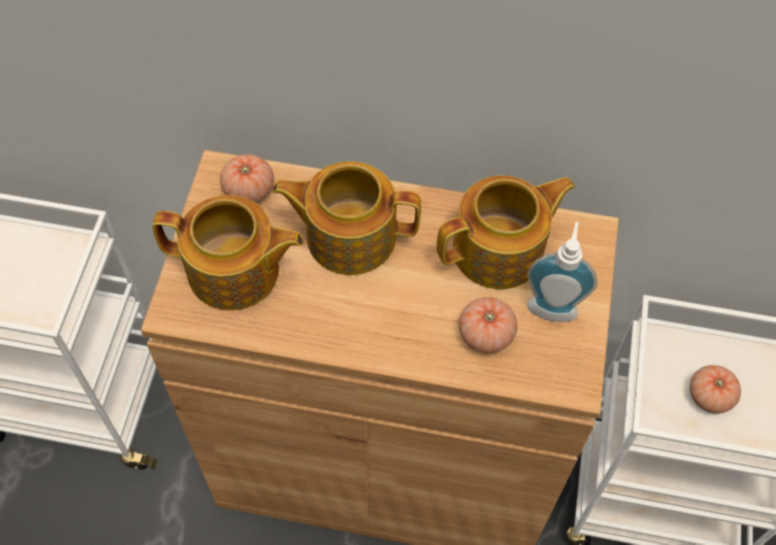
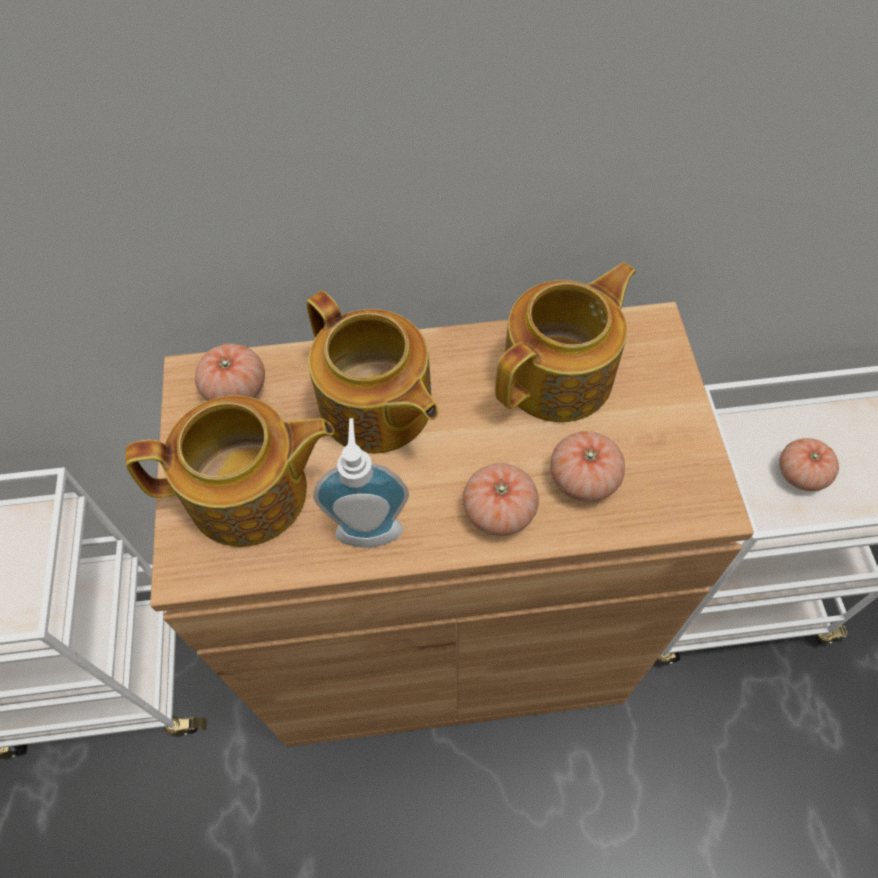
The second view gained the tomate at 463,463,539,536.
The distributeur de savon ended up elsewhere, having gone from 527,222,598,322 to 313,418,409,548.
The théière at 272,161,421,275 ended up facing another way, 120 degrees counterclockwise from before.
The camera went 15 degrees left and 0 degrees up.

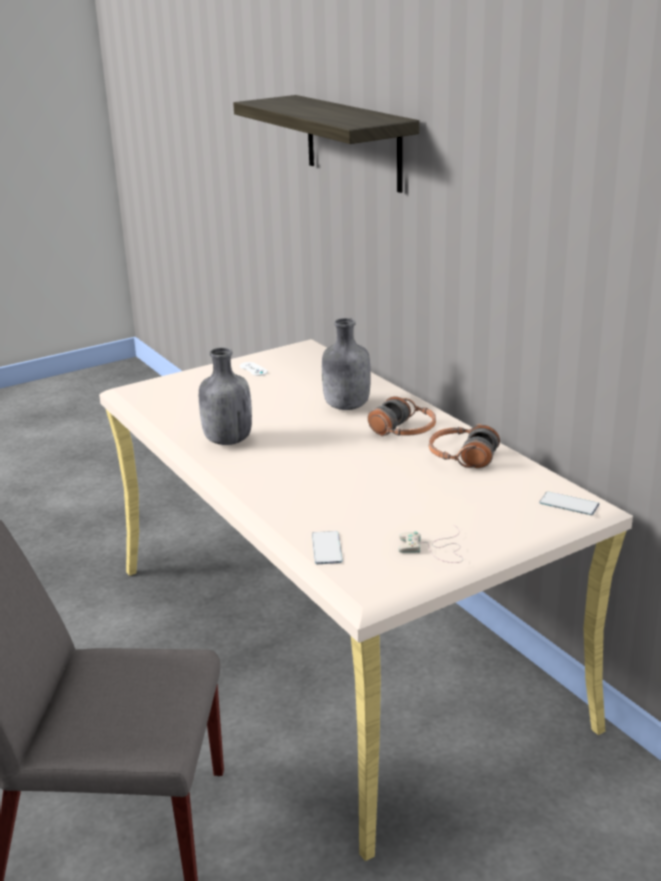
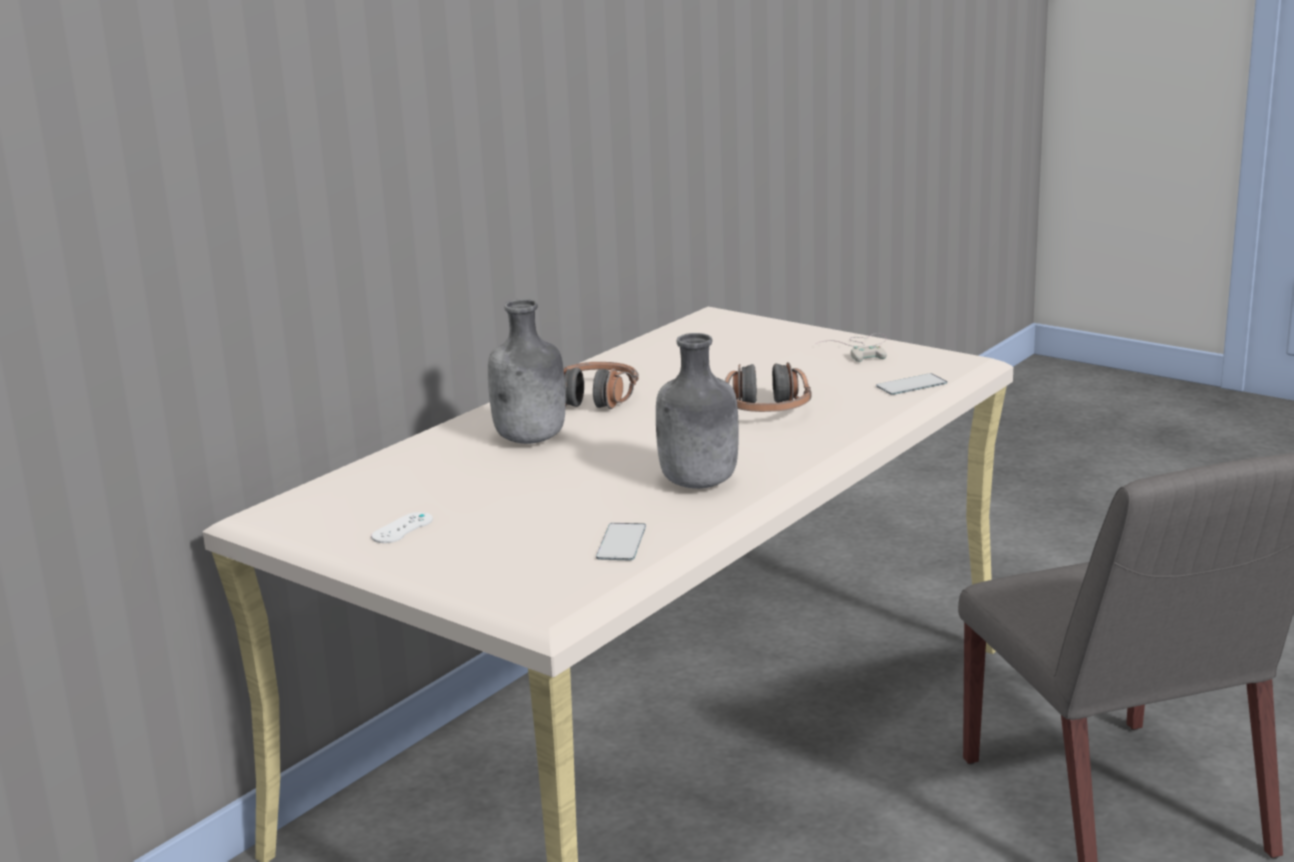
The second view lost the étagère at 233,95,419,193.
The casque audio ended up elsewhere, having gone from 429,424,500,468 to 725,362,811,412.
The téléphone ended up elsewhere, having gone from 539,492,599,515 to 596,523,646,560.
The camera went 110 degrees left and 5 degrees down.

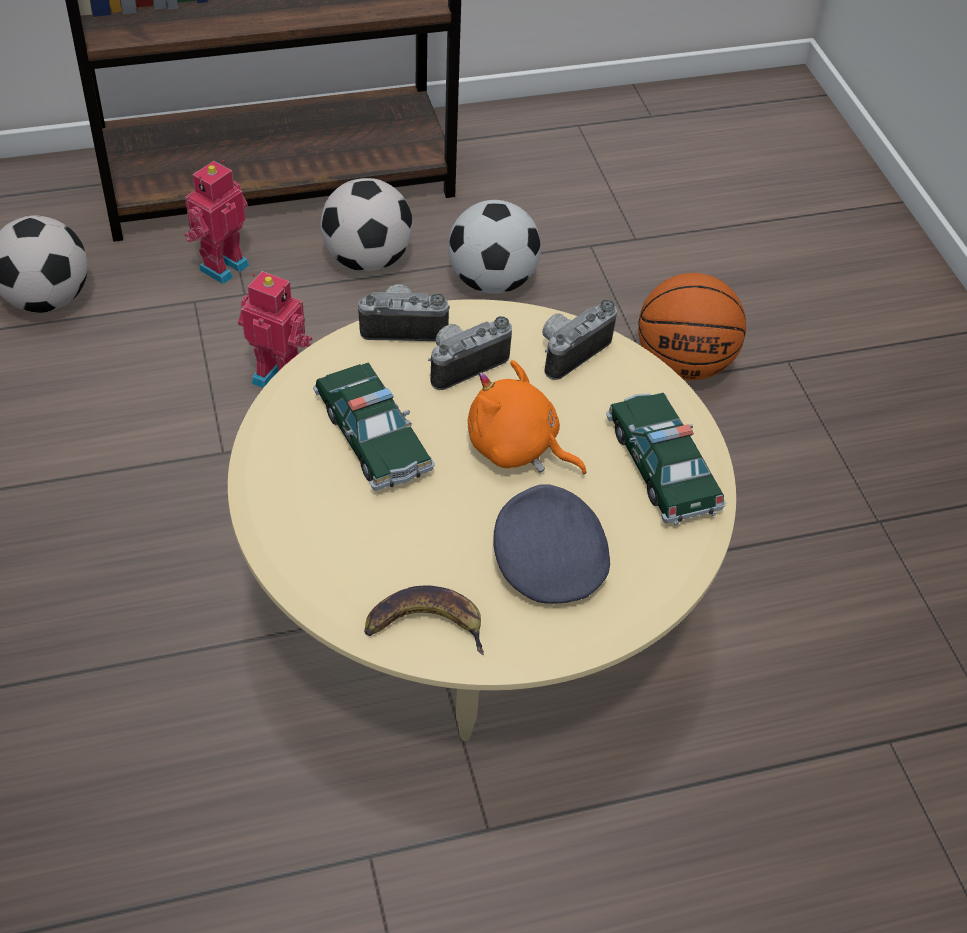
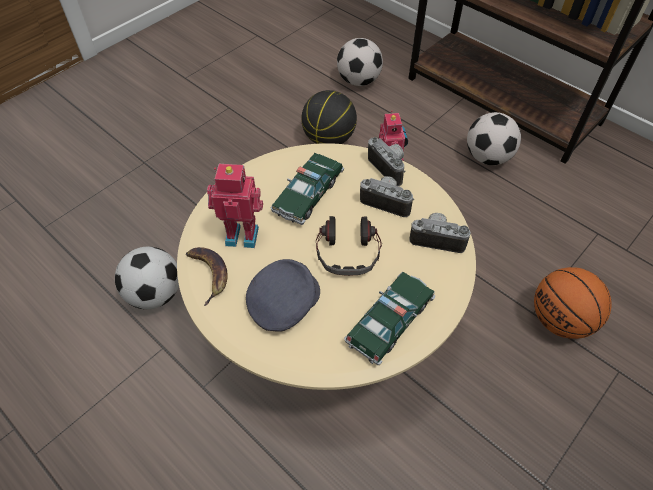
The second view gained the ballon de basket at 301,90,357,144.
The robot jouet ended up elsewhere, having gone from 184,160,249,284 to 207,164,263,248.
The ballon de foot ended up elsewhere, having gone from 448,200,541,294 to 115,247,179,309.
Where the peluche/orange stood at 468,360,586,474, the casque audio came to stand at 316,216,382,276.
The camera went 60 degrees right and 5 degrees up.

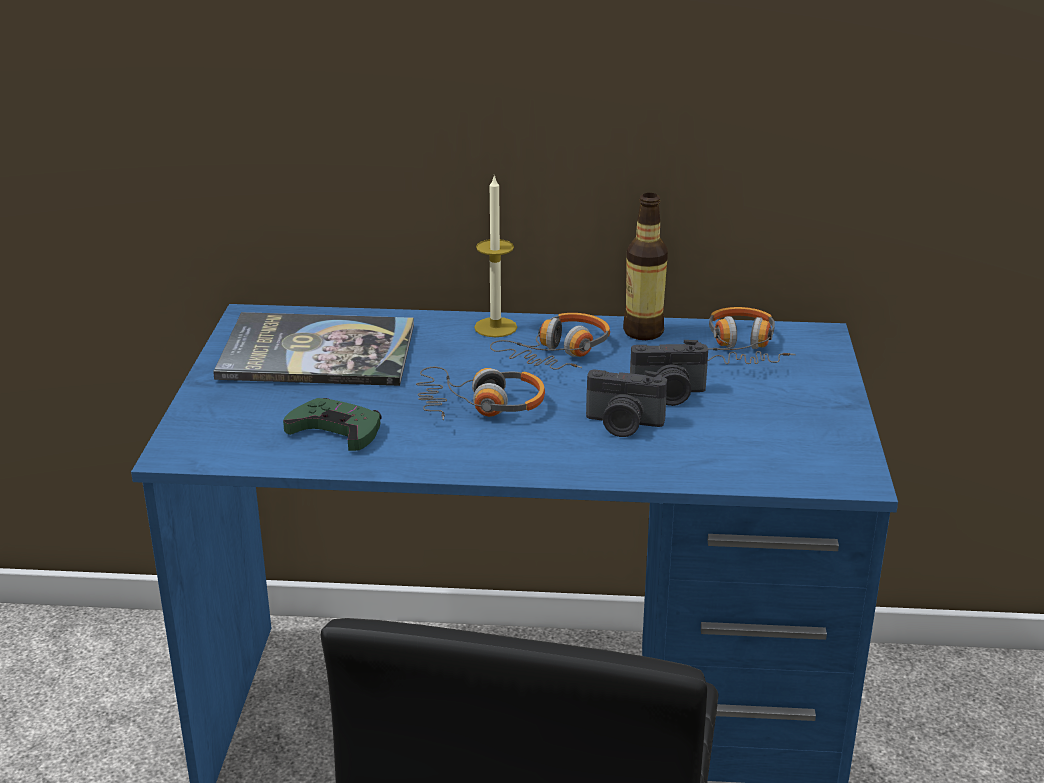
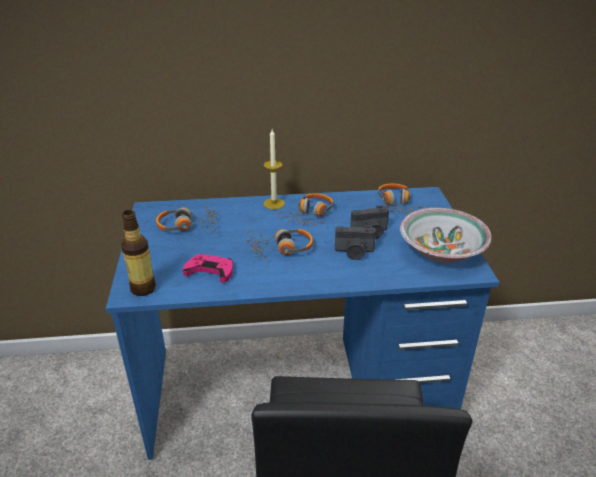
The second view gained the bol at 400,208,492,263.
The bouteille ended up elsewhere, having gone from 623,193,668,340 to 121,210,156,296.
Where the livre stood at 213,312,414,386, the casque audio came to stand at 156,205,219,232.
What was the manette/vert at 283,398,382,451 turned into the manette/rose at 183,254,233,283.
The camera went 10 degrees left and 5 degrees up.

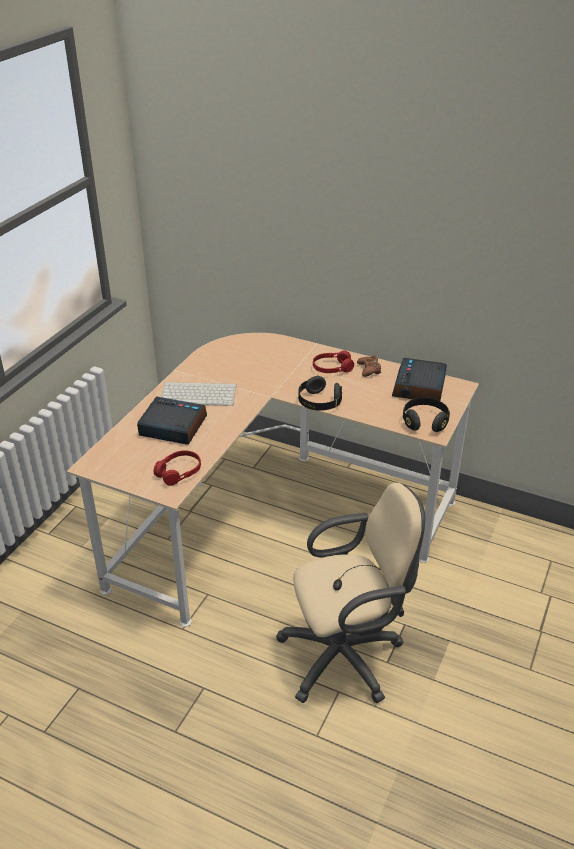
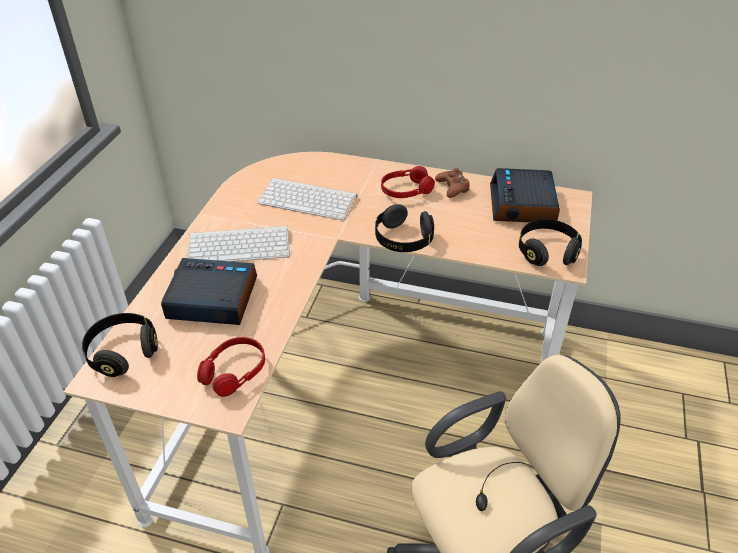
The second view gained the casque audio/noir at 82,313,158,377.
The second view gained the clavier at 257,178,357,220.
The camera went 10 degrees left and 5 degrees up.

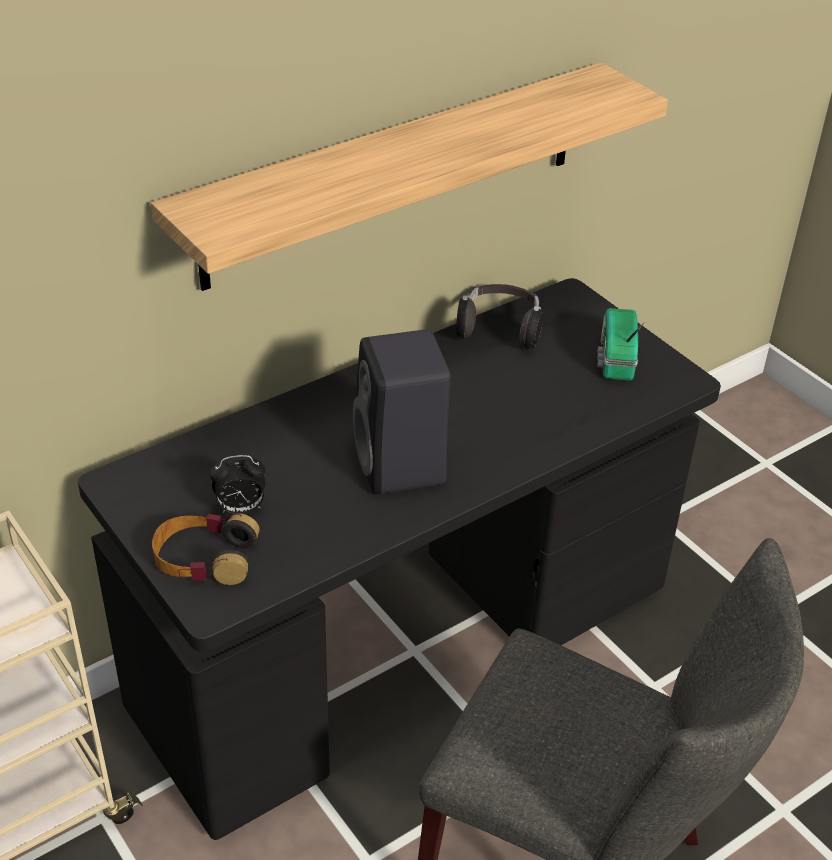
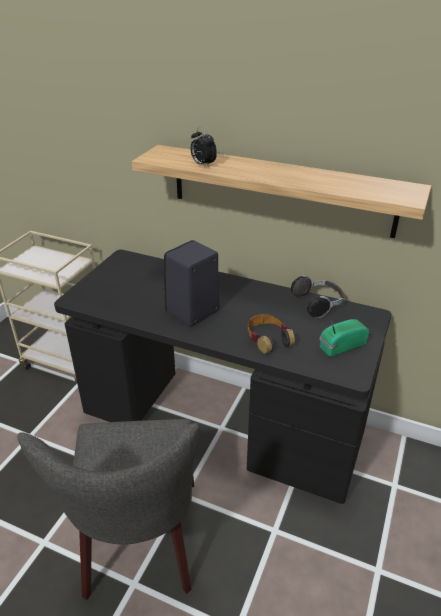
The casque audio ended up elsewhere, having gone from 152,514,260,585 to 248,314,295,354.
The réveil ended up elsewhere, having gone from 210,455,265,514 to 190,127,217,168.
The camera went 60 degrees right and 5 degrees down.

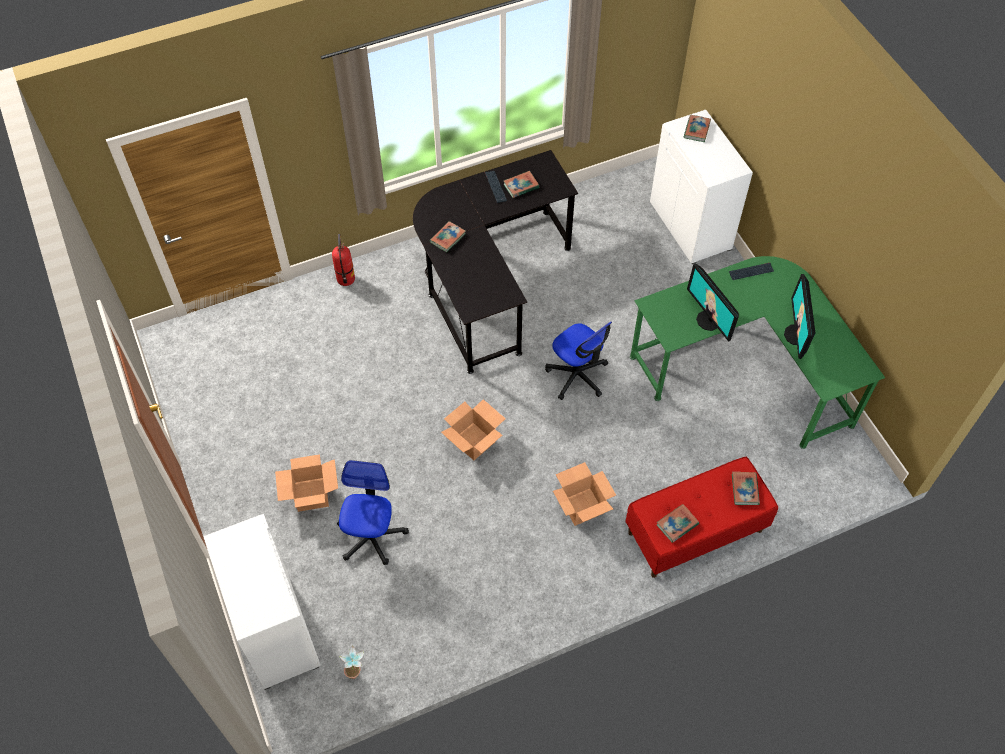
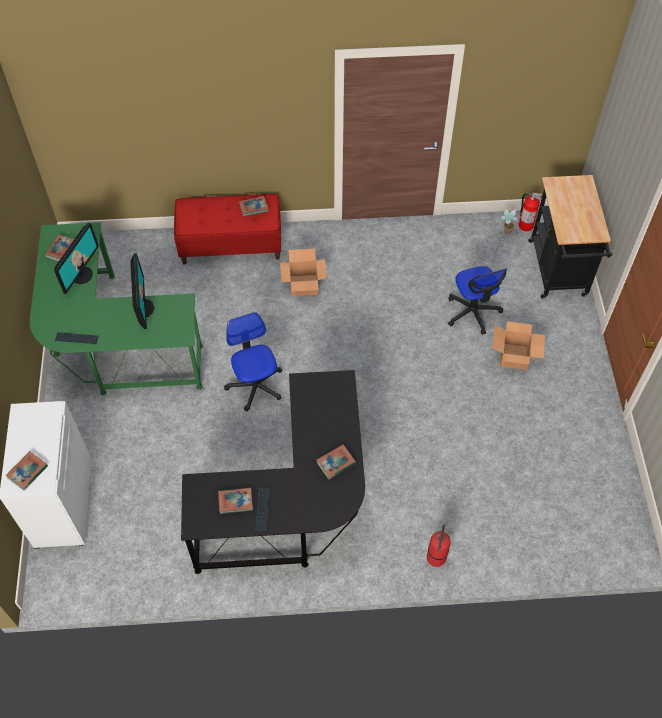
The second view lost the carton at 441,399,505,460.
The second view gained the extincteur at 519,193,543,231.
The livre ended up elsewhere, having gone from 732,472,760,505 to 44,235,74,261.
Where the meuble de rangement/blanc stood at 203,514,321,690, the chariot/noir came to stand at 528,175,612,299.
The chaise de bureau at 337,460,409,565 ended up facing another way, 45 degrees counterclockwise from before.
The camera went 160 degrees left and 0 degrees up.

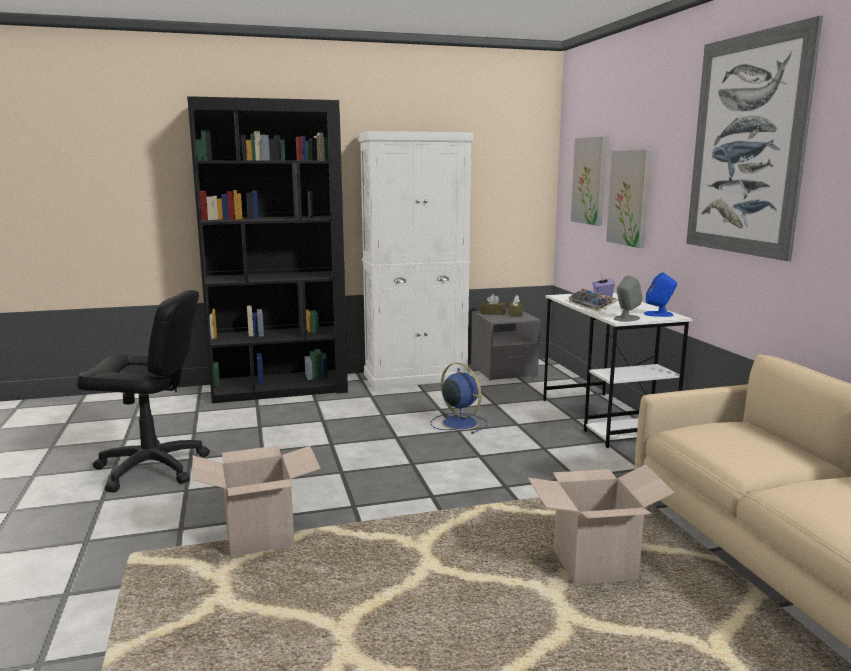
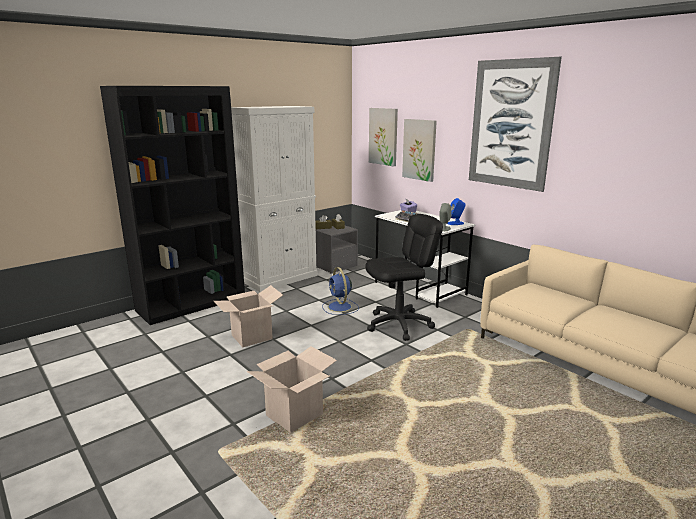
The chaise de bureau/noir ended up elsewhere, having gone from 77,290,210,492 to 365,214,443,341.
The carton ended up elsewhere, having gone from 528,465,675,585 to 214,285,283,347.
The ventilateur/bleu at 431,363,487,434 ended up facing another way, 135 degrees counterclockwise from before.
The camera went 25 degrees left and 5 degrees up.

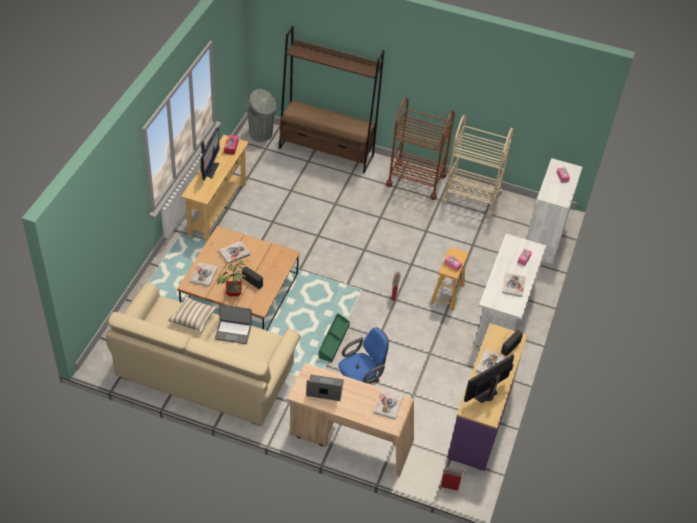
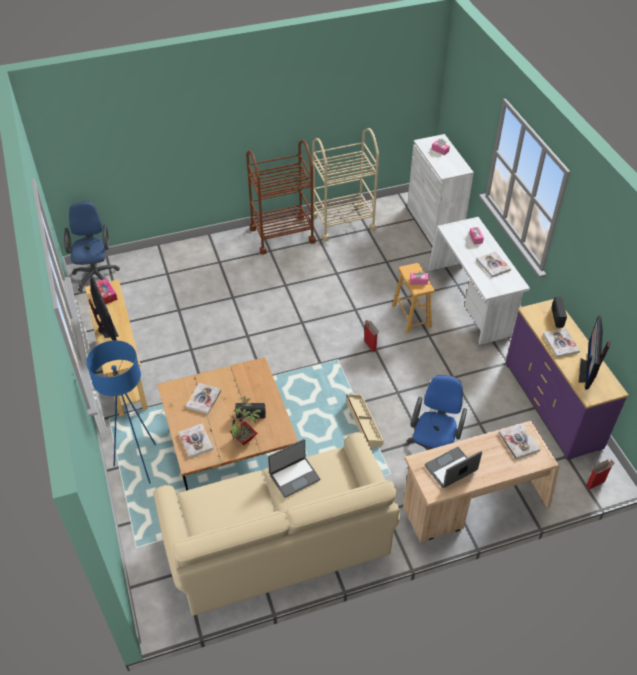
The second view lost the coussin at 168,296,218,333.
The second view lost the bibliothèque/marron at 279,26,384,173.
The second view gained the lampadaire/bleu at 86,340,156,484.
Where the poubelle/gris stood at 247,89,276,142, the chaise de bureau/bleu came to stand at 64,201,120,292.
What was the boîte de rangement/vert at 319,313,350,363 turned into the boîte de rangement/beige at 347,394,384,448.
The camera went 35 degrees left and 0 degrees up.

